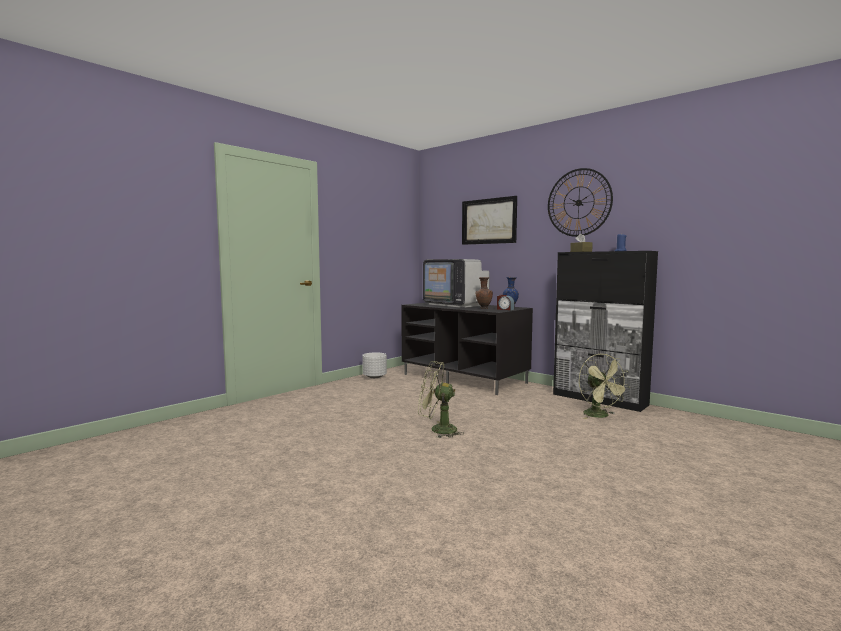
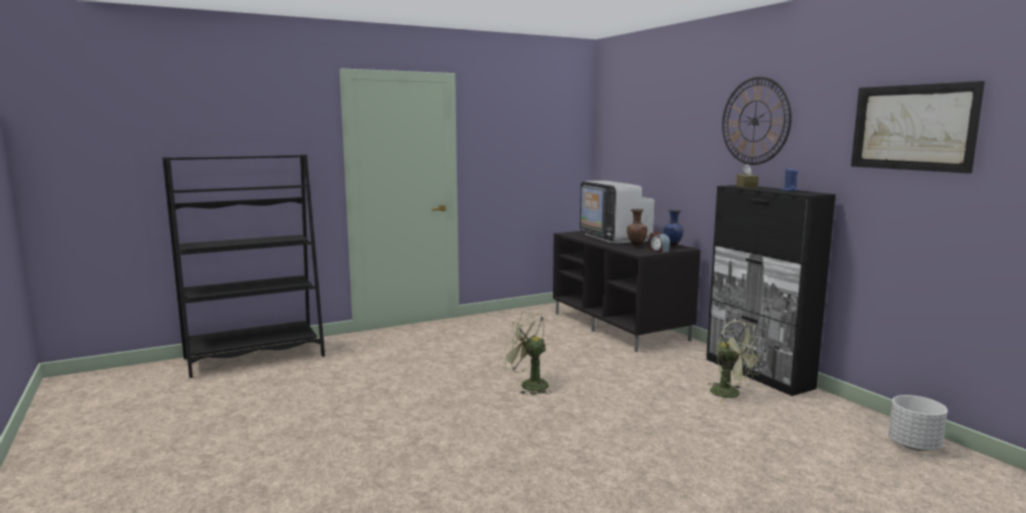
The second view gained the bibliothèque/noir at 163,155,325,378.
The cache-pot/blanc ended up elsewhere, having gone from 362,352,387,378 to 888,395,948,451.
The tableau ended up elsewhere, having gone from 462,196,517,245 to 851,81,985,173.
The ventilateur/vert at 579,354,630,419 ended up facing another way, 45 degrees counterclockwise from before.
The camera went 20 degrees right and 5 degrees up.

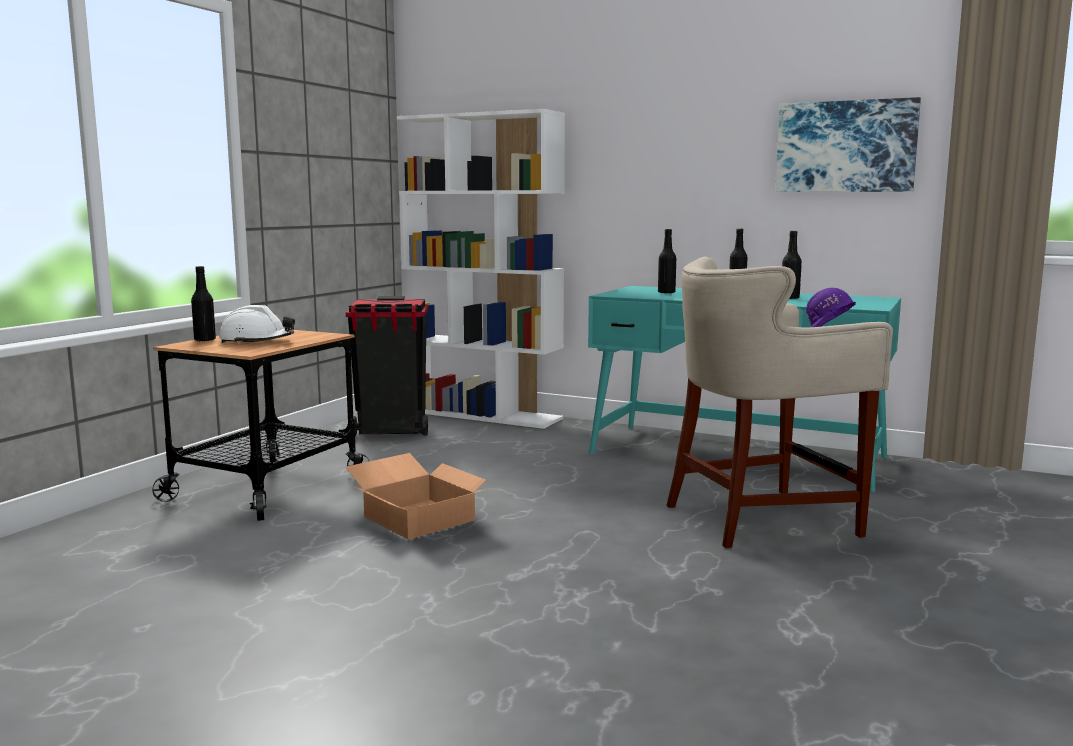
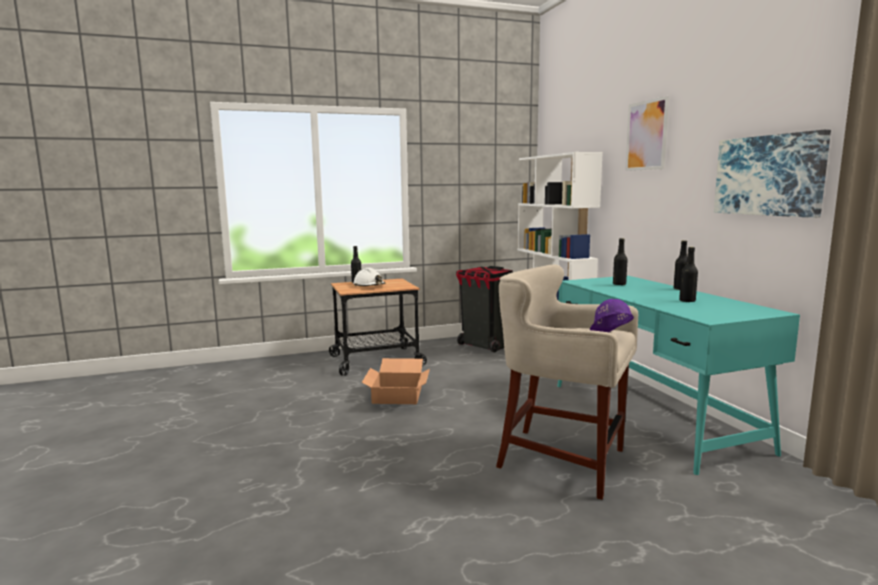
The second view gained the tableau at 625,96,669,171.
The camera went 45 degrees right and 0 degrees up.

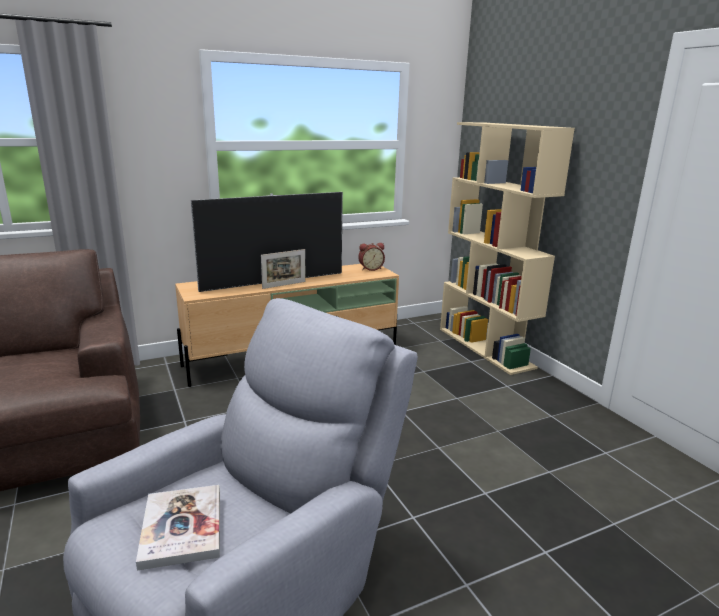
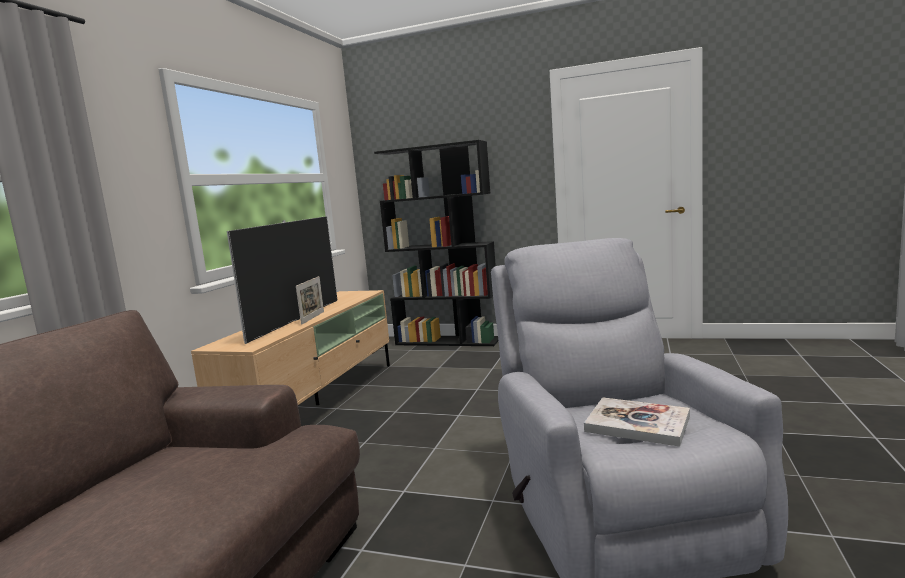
The second view lost the réveil at 358,243,385,271.
What was the bibliothèque/beige at 440,122,575,375 turned into the bibliothèque/noir at 374,140,498,346.
The camera went 45 degrees left and 10 degrees down.

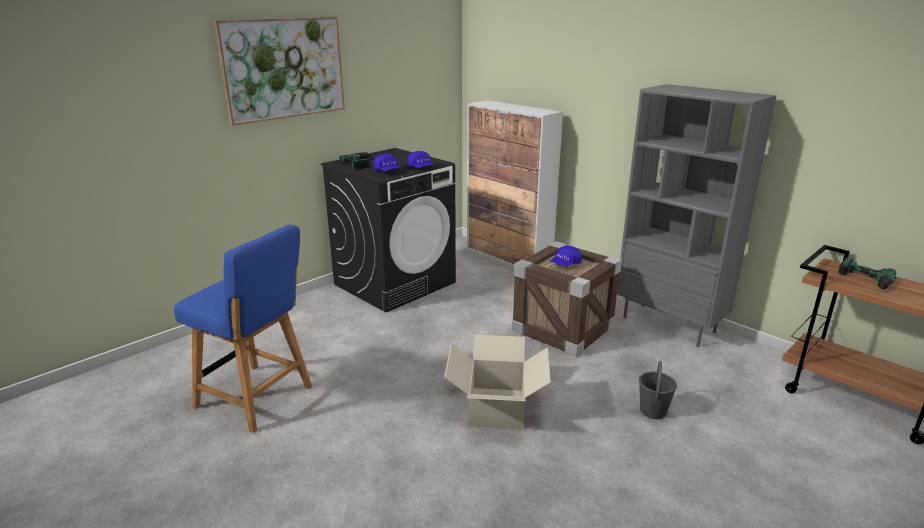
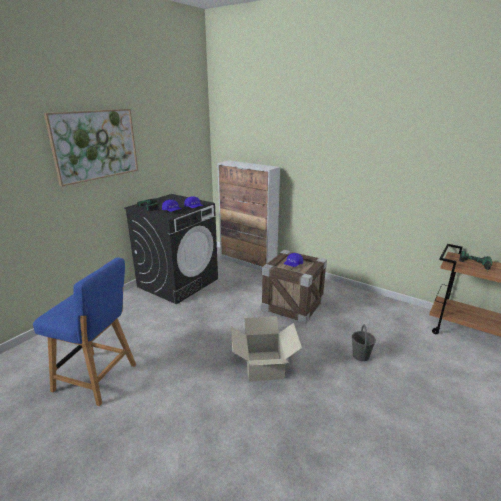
The second view lost the bibliothèque/gris at 617,84,777,347.
The camera went 10 degrees left and 0 degrees up.

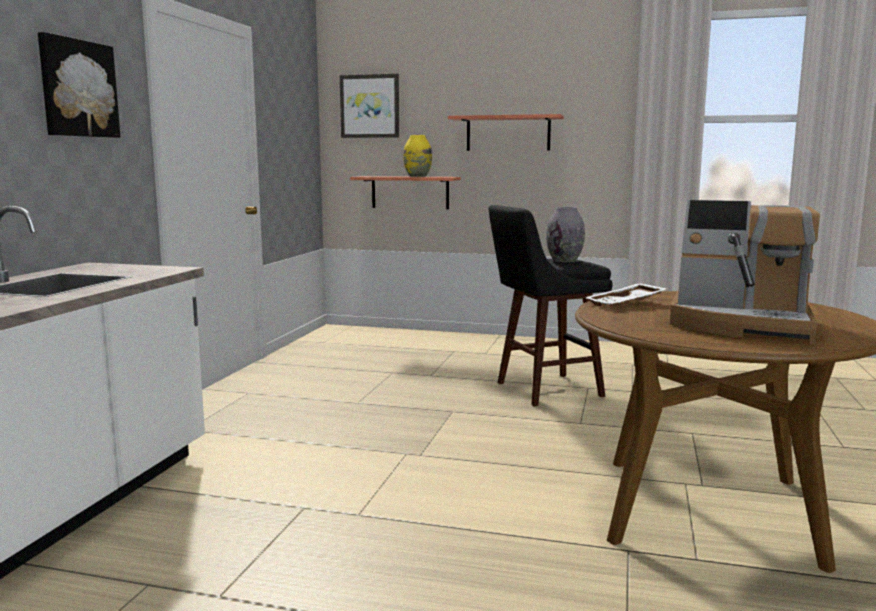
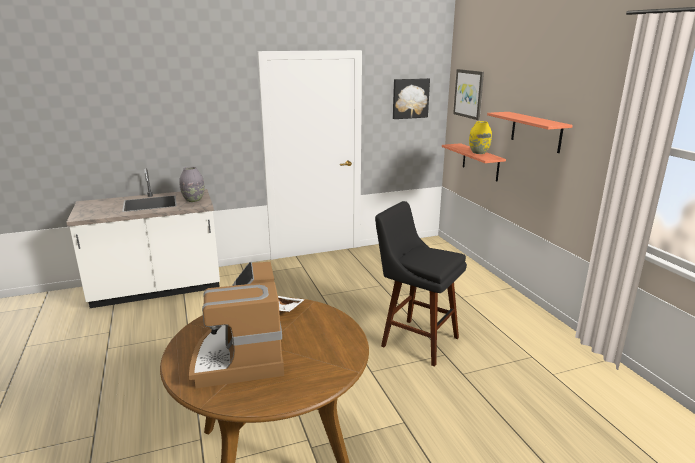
The tableau ended up elsewhere, having gone from 38,32,120,138 to 393,78,430,119.
The vase/gris ended up elsewhere, having gone from 546,207,585,262 to 179,167,204,202.
The camera went 55 degrees right and 10 degrees up.

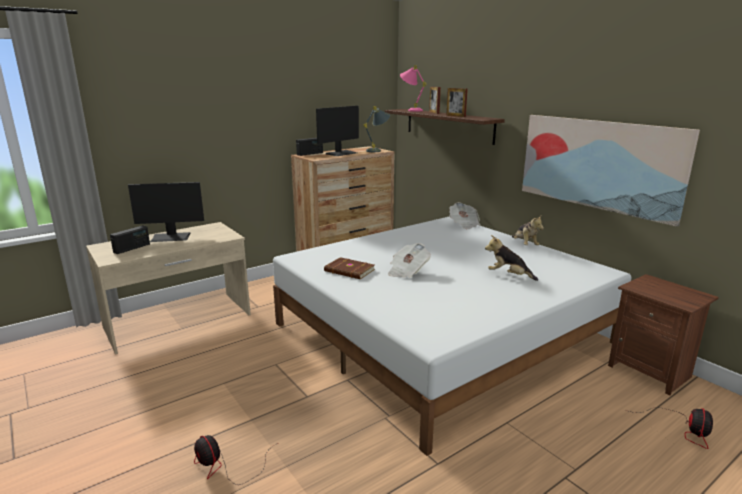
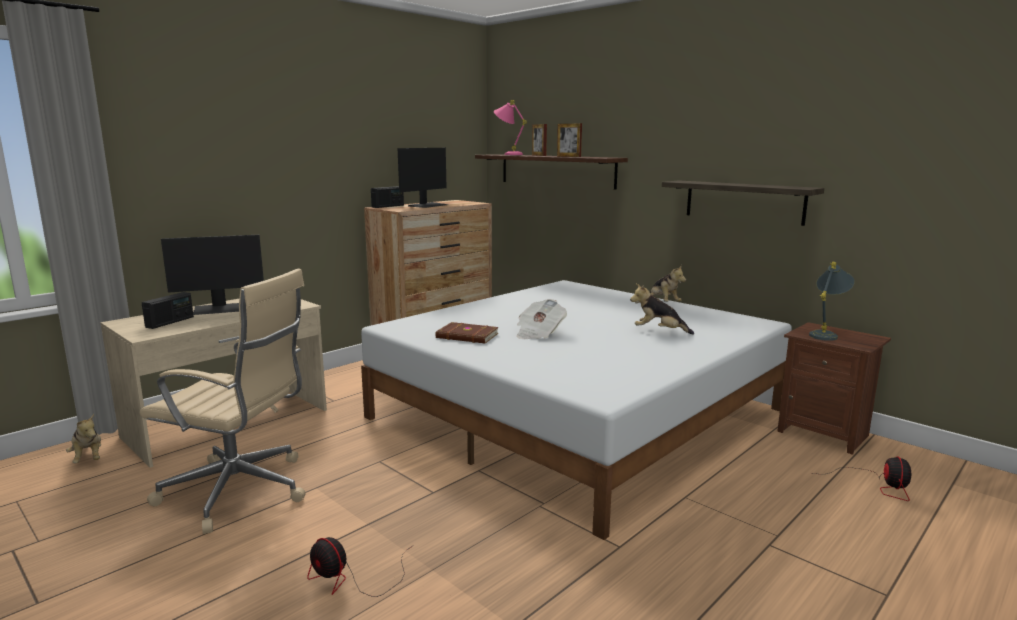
The second view lost the journal at 449,202,480,229.
The second view gained the peluche at 66,414,101,463.
The second view gained the chaise de bureau/beige at 140,268,305,534.
The lampe de table/gris ended up elsewhere, having gone from 364,106,390,152 to 809,262,855,341.
Where the tableau hung at 522,115,700,227, the étagère came to hang at 662,180,824,226.
The camera went 10 degrees left and 5 degrees down.

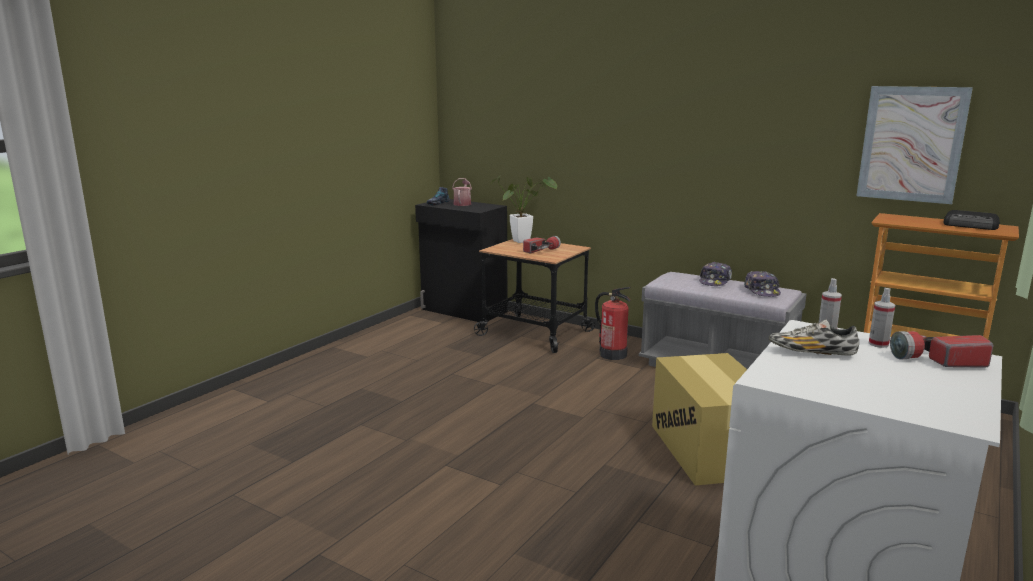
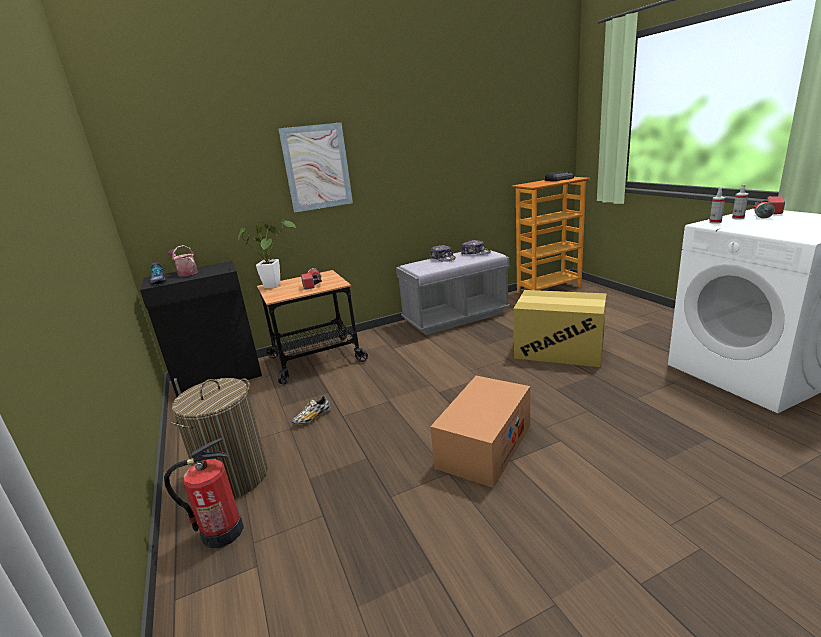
The second view gained the panier à linge at 170,378,268,498.
The second view gained the carton at 430,376,530,488.
The extincteur ended up elsewhere, having gone from 595,287,631,360 to 164,438,244,548.
The chaussure ended up elsewhere, having gone from 769,319,859,356 to 291,396,331,424.
The tableau ended up elsewhere, having gone from 856,86,973,204 to 278,122,353,212.
The camera went 55 degrees left and 5 degrees up.

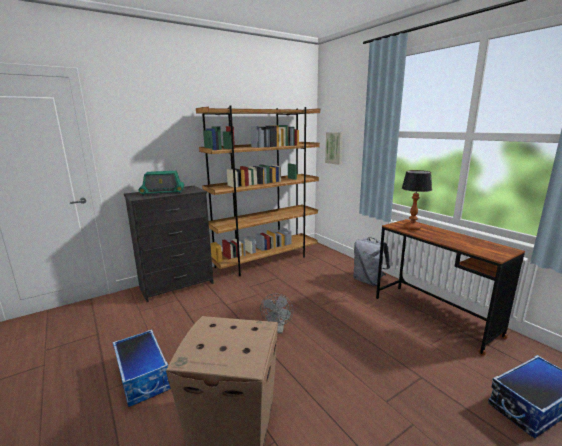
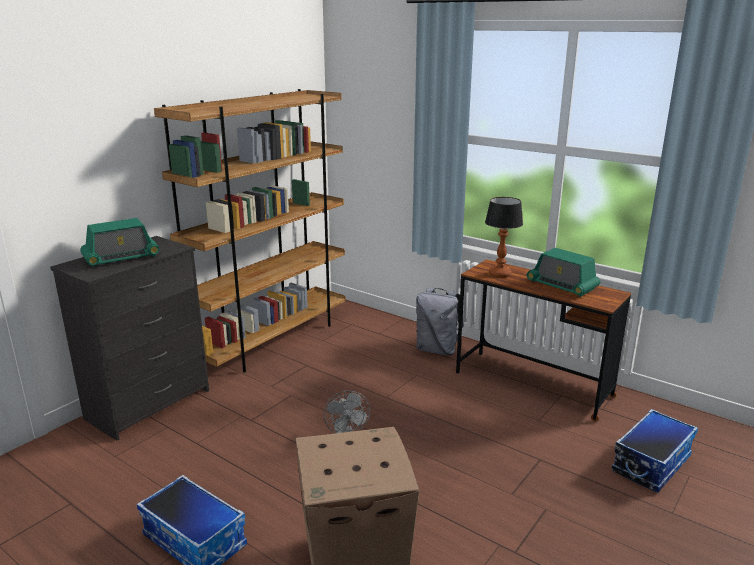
The second view lost the tableau at 325,132,343,165.
The second view gained the radio at 527,248,600,297.
The camera went 20 degrees left and 5 degrees up.

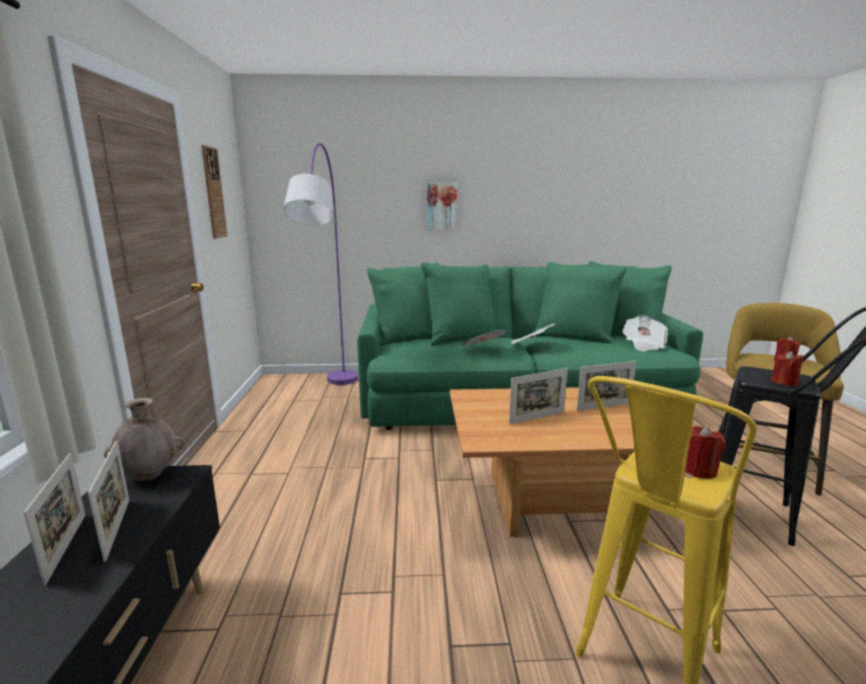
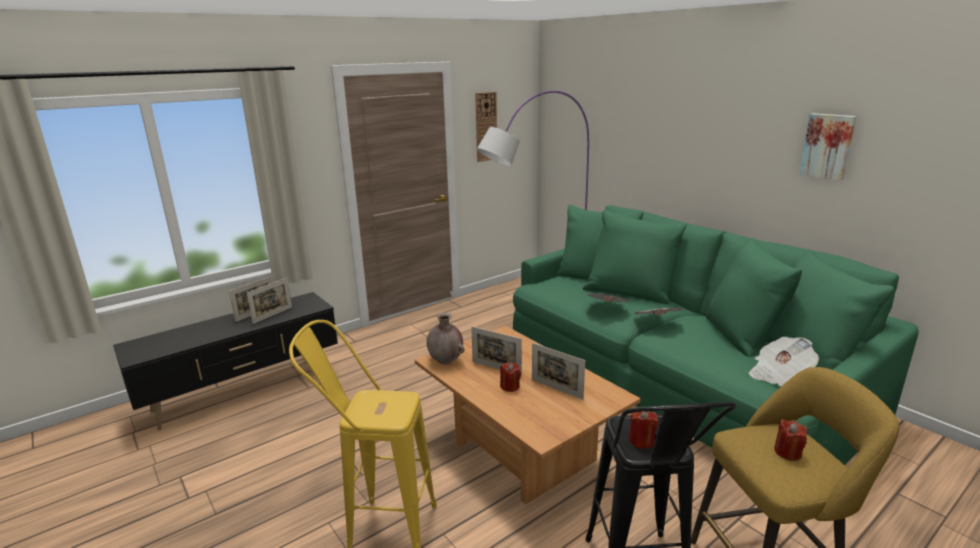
The vase/marron ended up elsewhere, having gone from 104,398,184,481 to 427,313,465,365.
The tableau ended up elsewhere, having gone from 427,182,457,230 to 799,113,856,181.
The bougie/rouge ended up elsewhere, having gone from 685,426,726,479 to 500,362,521,392.
The camera went 55 degrees right and 5 degrees up.

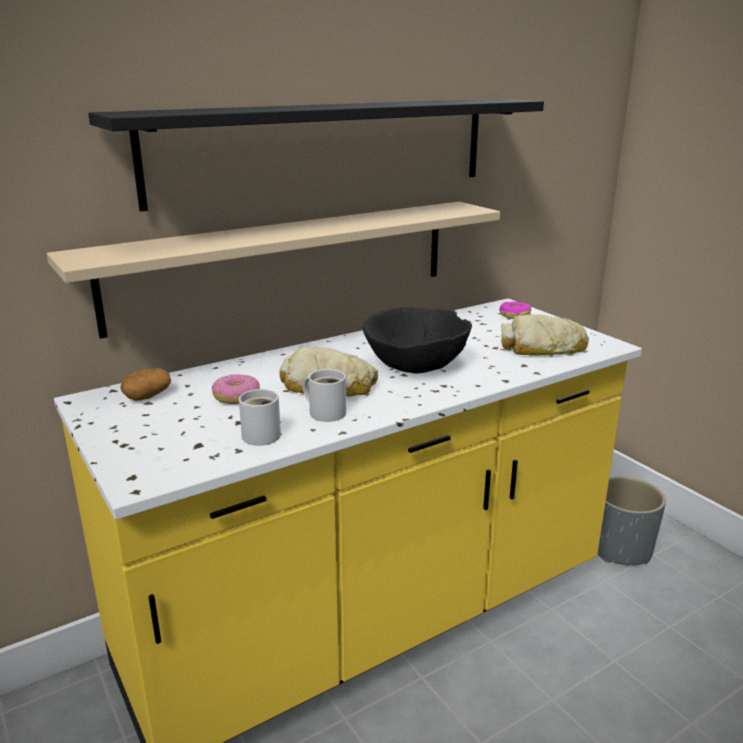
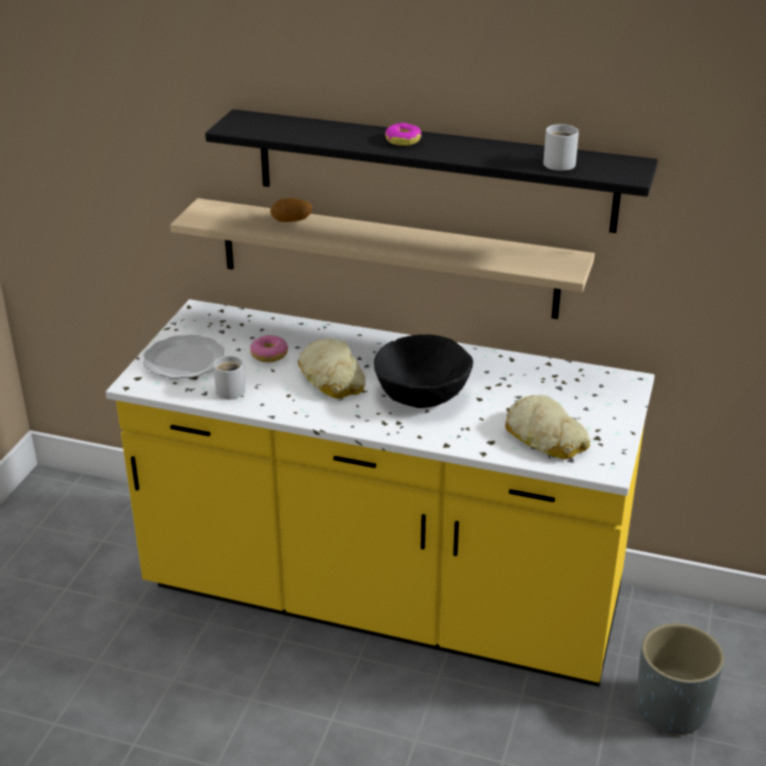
The second view gained the assiette at 143,335,224,379.
The pomme de terre ended up elsewhere, having gone from 121,368,171,401 to 270,198,312,222.
The mug/blanc ended up elsewhere, having gone from 303,369,346,422 to 543,124,579,171.
The beignet ended up elsewhere, having gone from 499,301,531,319 to 385,123,422,146.
The camera went 50 degrees right and 10 degrees up.

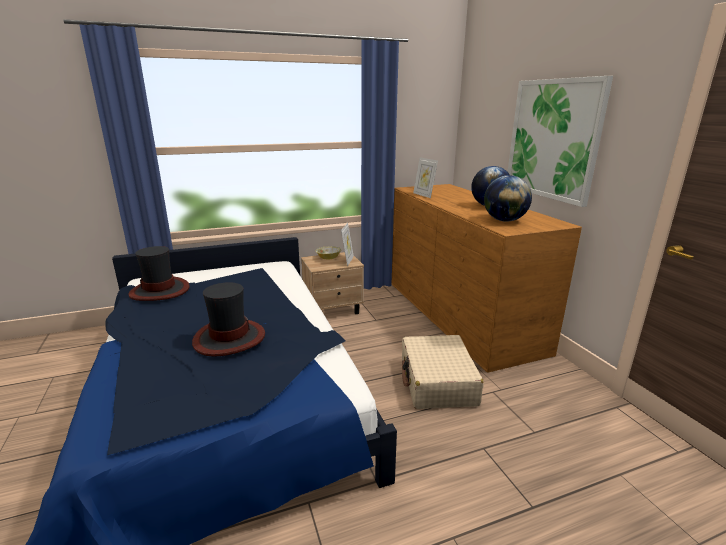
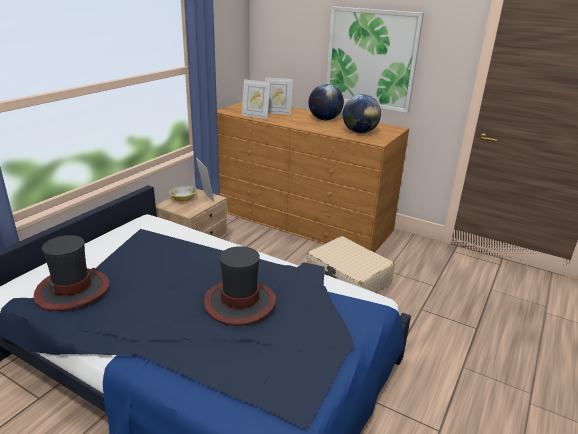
The second view gained the cadre photo at 265,77,293,115.
The camera went 40 degrees left and 5 degrees up.

